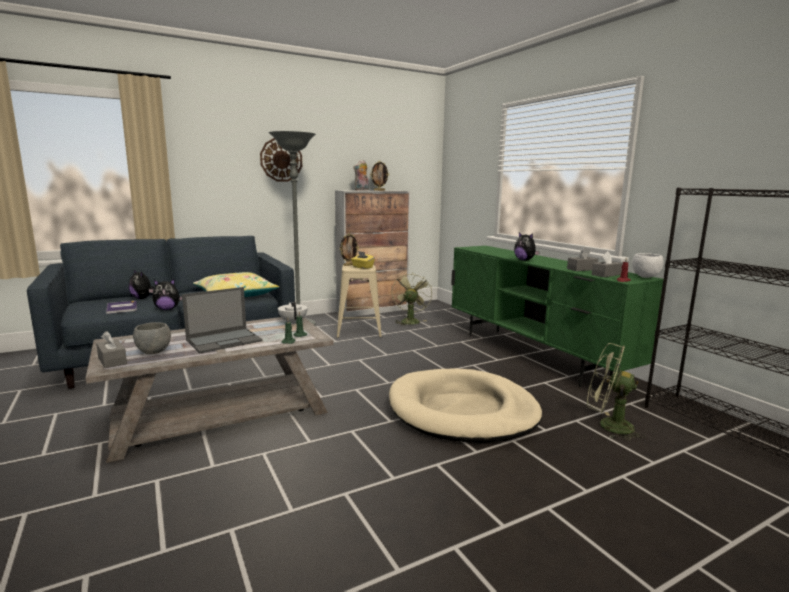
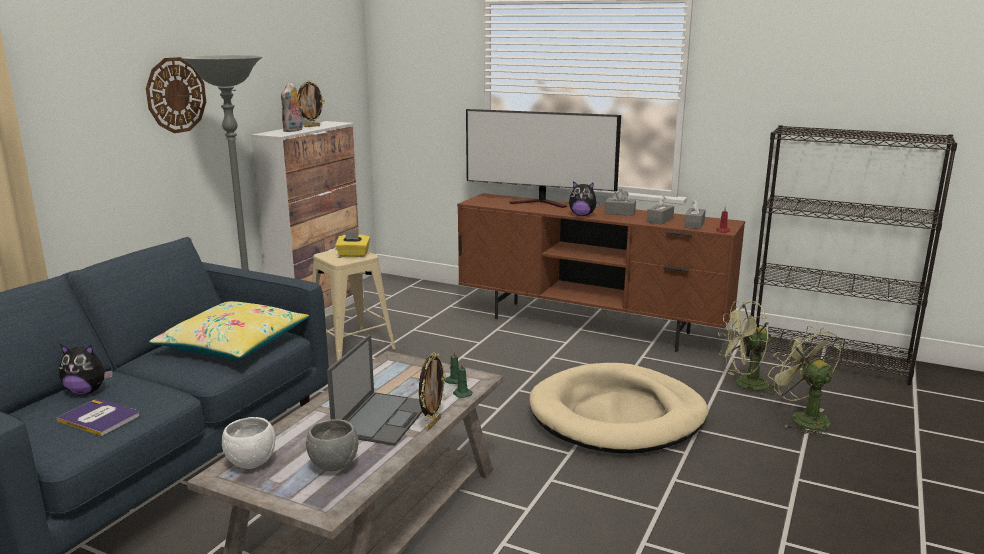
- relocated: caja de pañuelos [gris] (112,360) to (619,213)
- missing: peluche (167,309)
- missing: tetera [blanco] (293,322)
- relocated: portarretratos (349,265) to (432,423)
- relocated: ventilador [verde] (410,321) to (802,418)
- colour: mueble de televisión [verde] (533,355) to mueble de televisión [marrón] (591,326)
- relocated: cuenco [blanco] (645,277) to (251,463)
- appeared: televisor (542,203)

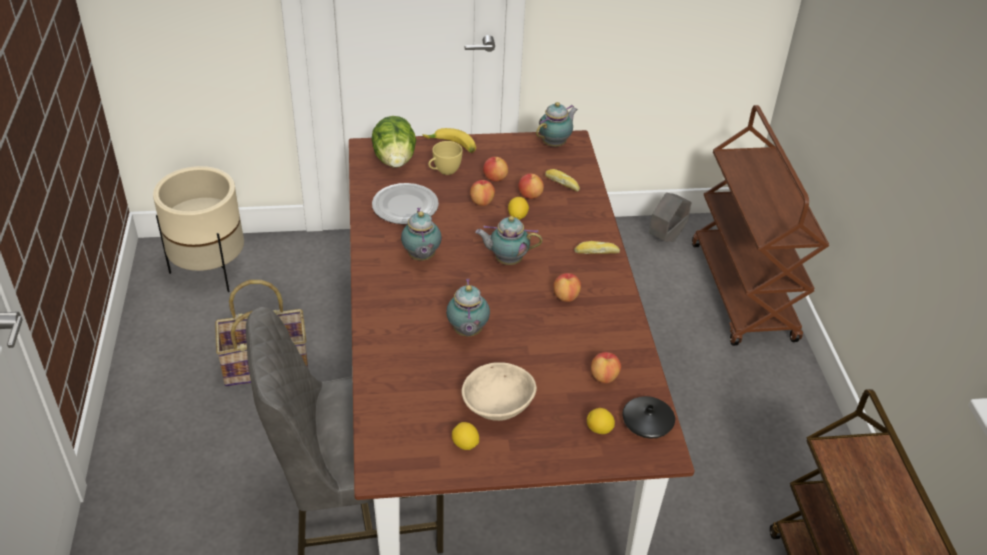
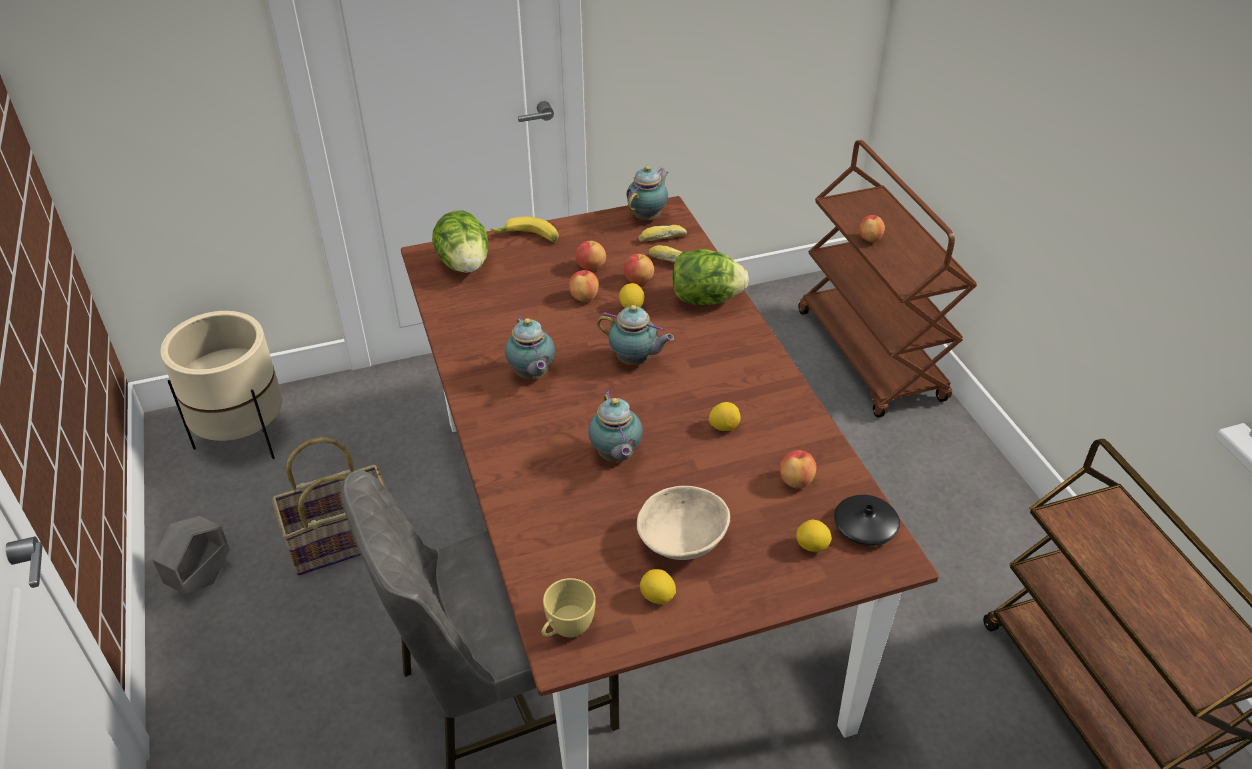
- missing: plato (406,206)
- relocated: taza [amarillo] (444,171) to (566,629)
- spun: tetera (506,260) = (635,361) 150 degrees counterclockwise
- relocated: manzana (566,297) to (869,238)
- relocated: pan (596,252) to (662,238)
- relocated: maceta [gris] (666,237) to (202,578)
- appeared: lechuga (705,299)
- appeared: limón (724,427)

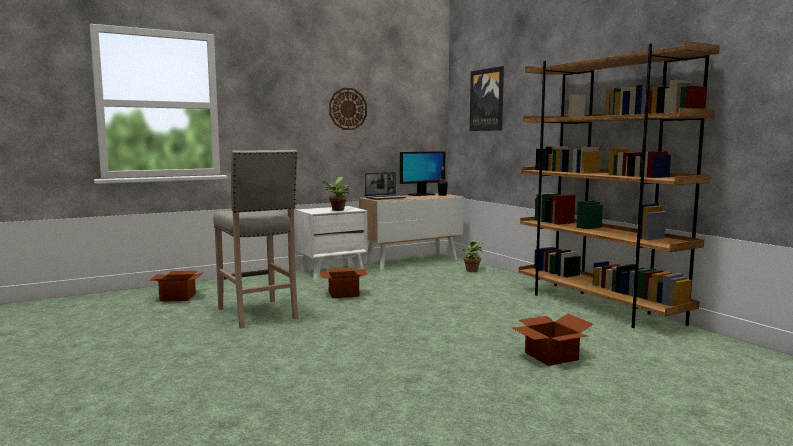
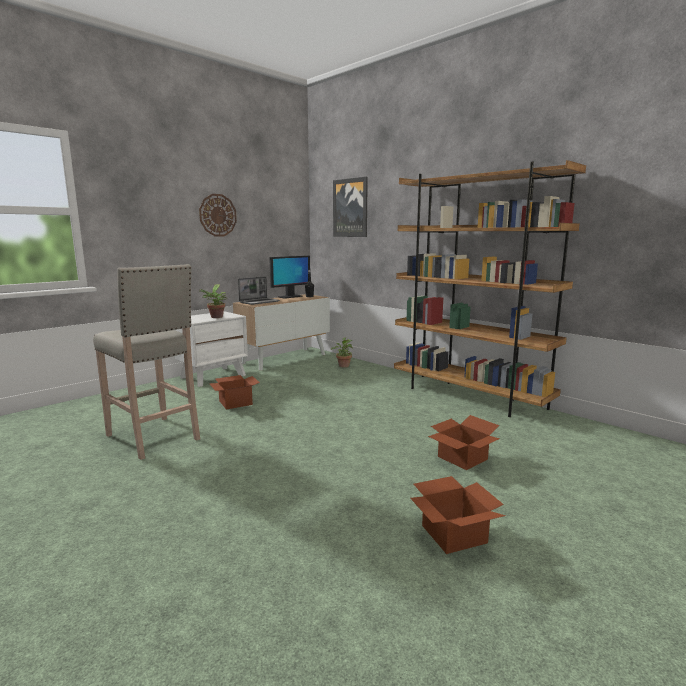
- relocated: caja de cartón (178,297) to (454,533)

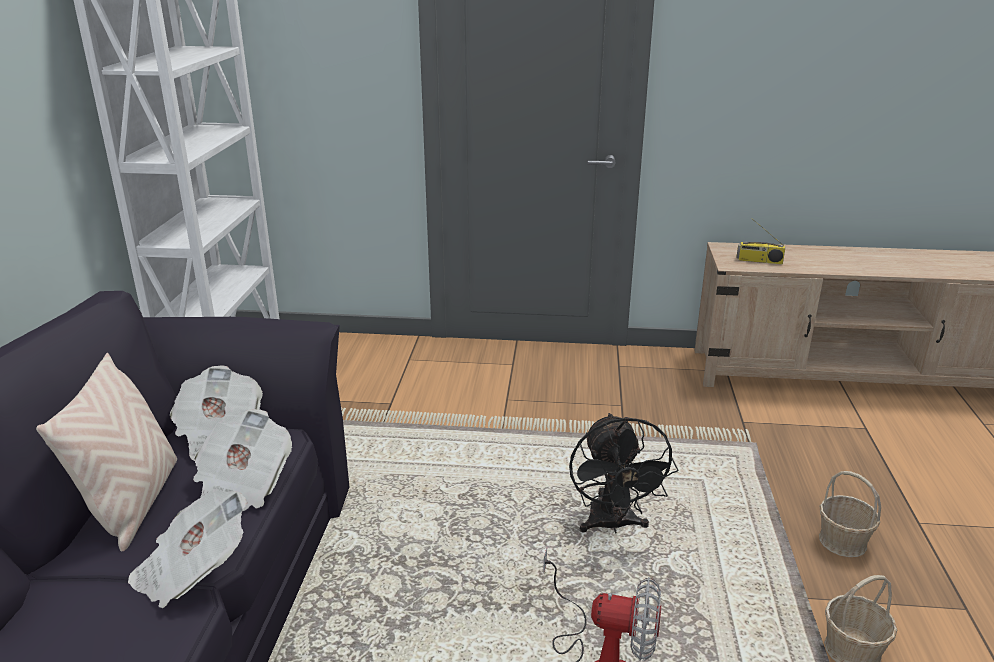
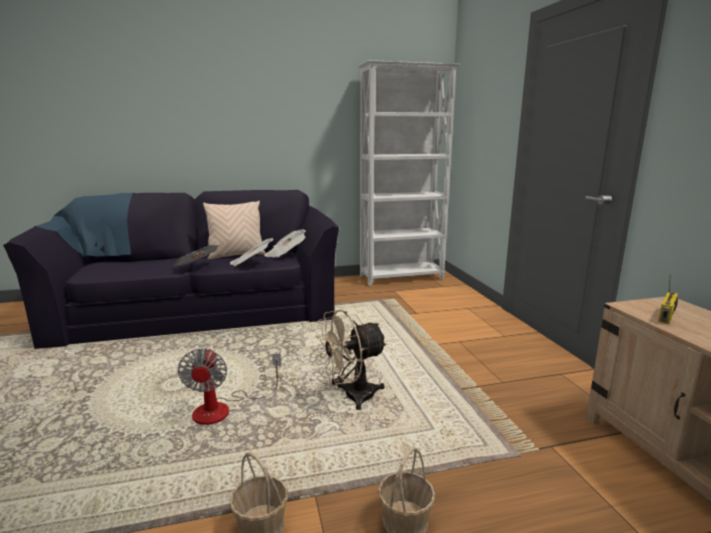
- colour: ventilador [negro] (612,525) to ventilador [beis] (351,397)
- spun: radio (759,261) = (667,316) 135 degrees counterclockwise

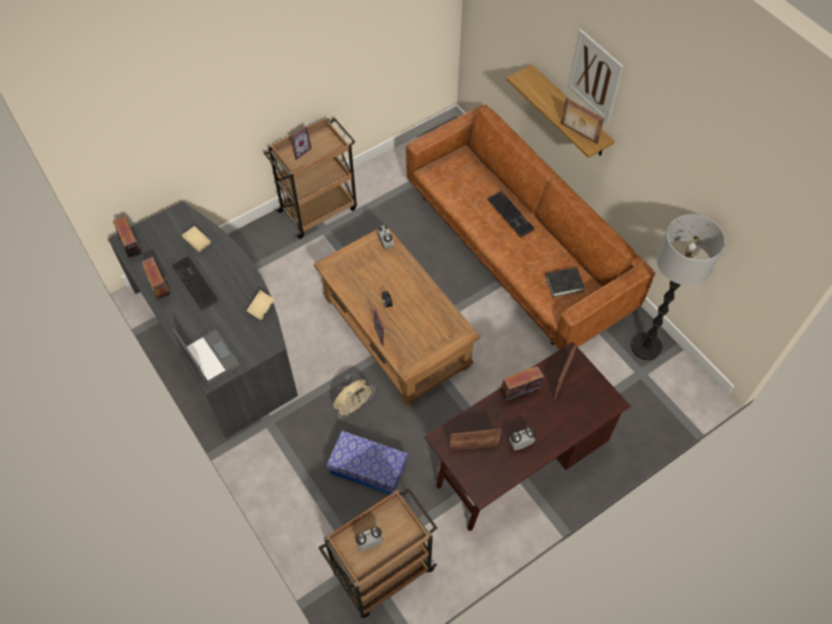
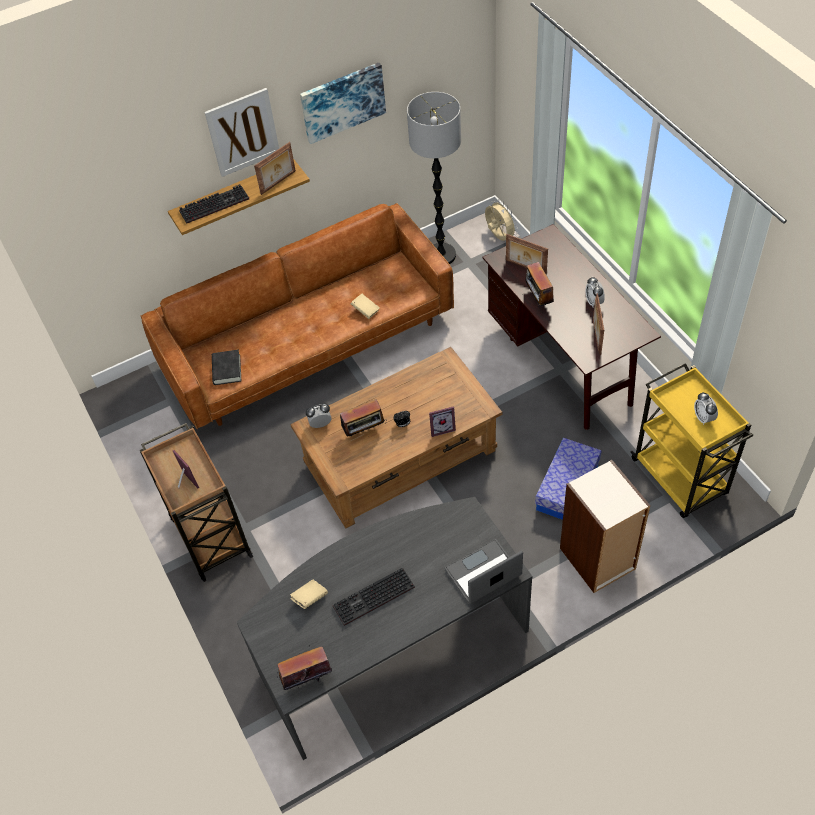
- relocated: radio (160,290) to (364,431)
- relocated: libro [beis] (261,308) to (365,310)
- colour: carrito [marrón] (382,573) to carrito [amarillo] (680,478)
- relocated: ventilador [beis] (354,407) to (499,237)
- relocated: teclado (512,215) to (215,204)
- relocated: libro [negro] (564,284) to (227,370)
- appeared: cuadro (342,101)
- appeared: estantería (597,559)

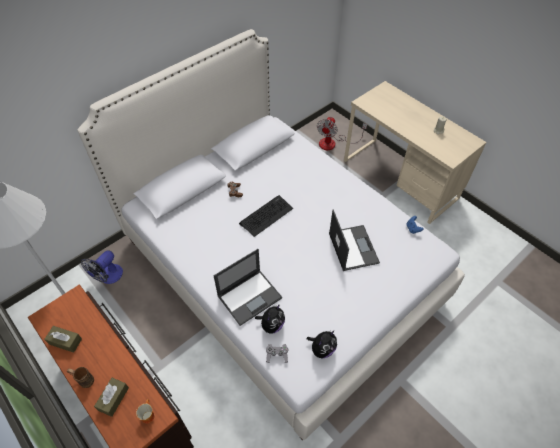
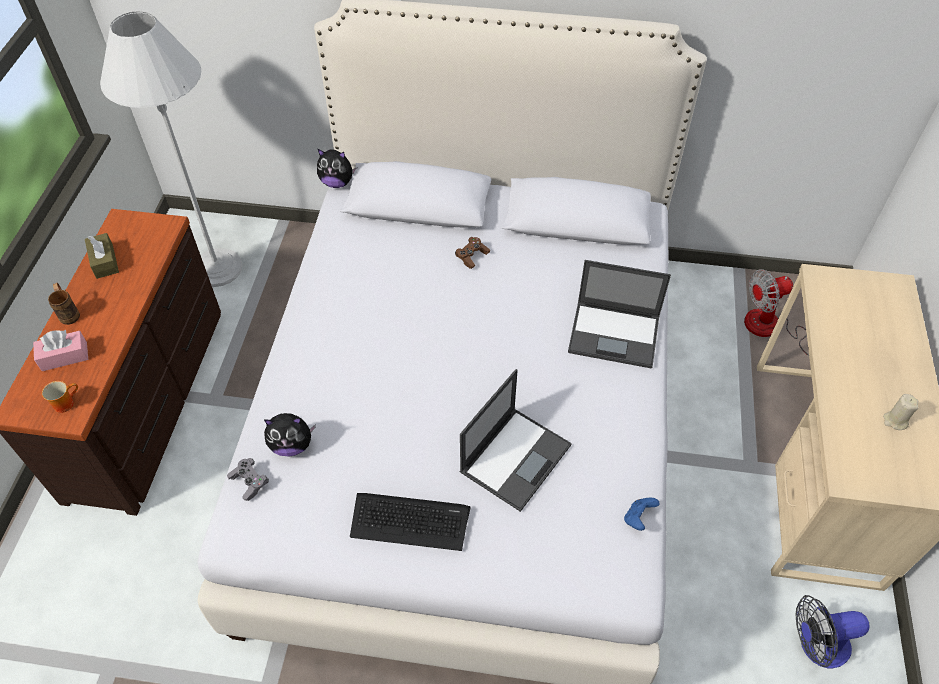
- relocated: ventilador (108,277) to (816,646)
- colour: caja de pañuelos [marrón] (113,399) to caja de pañuelos [rosa] (64,356)
- relocated: portátil (250,296) to (615,334)
- relocated: teclado (266,216) to (409,521)
- relocated: peluche (322,349) to (337,183)

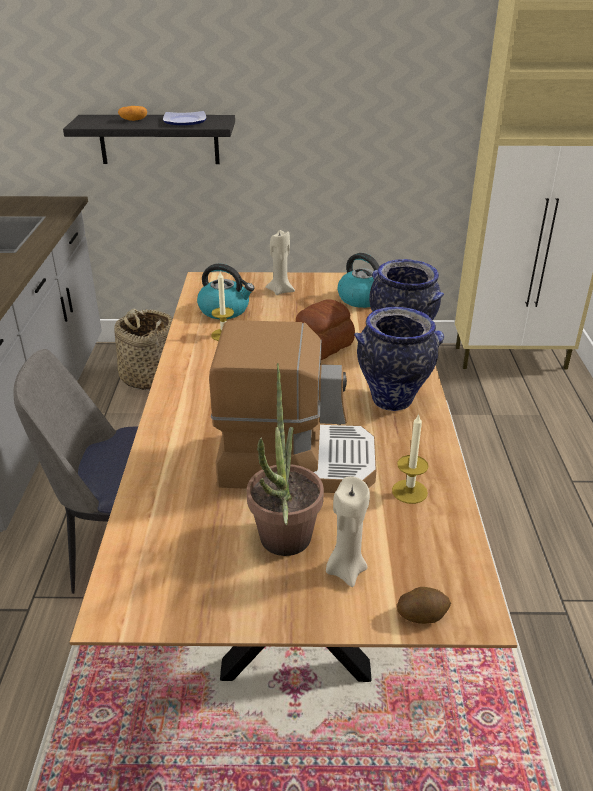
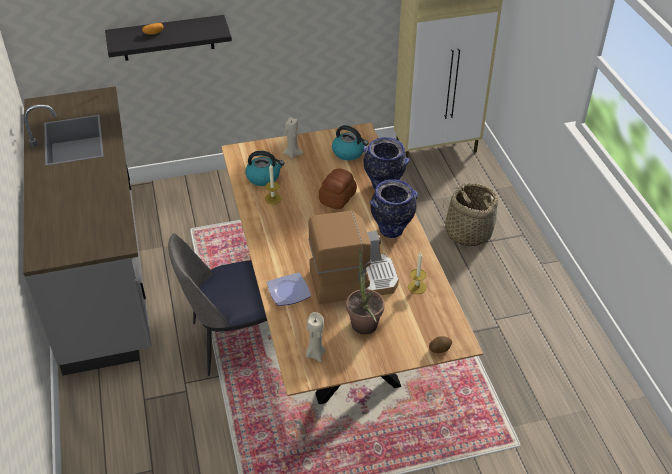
- relocated: cesta (151,376) to (468,232)
- relocated: plato (185,121) to (289,291)
- relocated: vela [beis] (345,570) to (315,353)

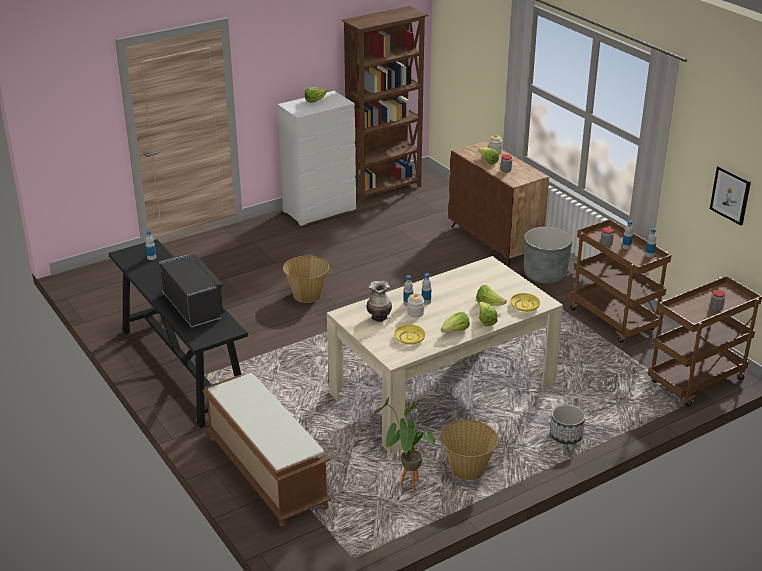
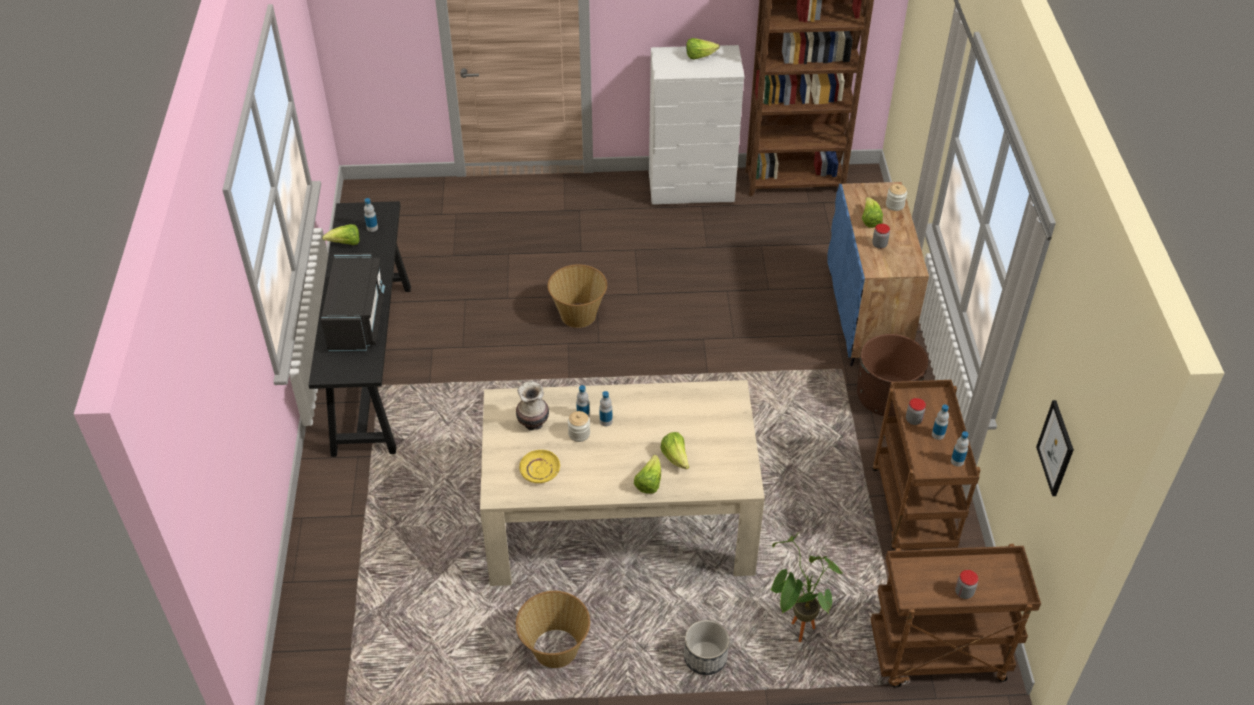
- missing: banco [marrón] (265,472)
- relocated: planta en maceta (406,487) to (795,631)
- relocated: lechuga (455,331) to (345,243)
- colour: armario [marrón] (495,241) to armario [azul] (866,317)
- missing: plato [amarillo] (524,306)
- colour: maceta [gris] (545,274) to maceta [marrón] (886,397)

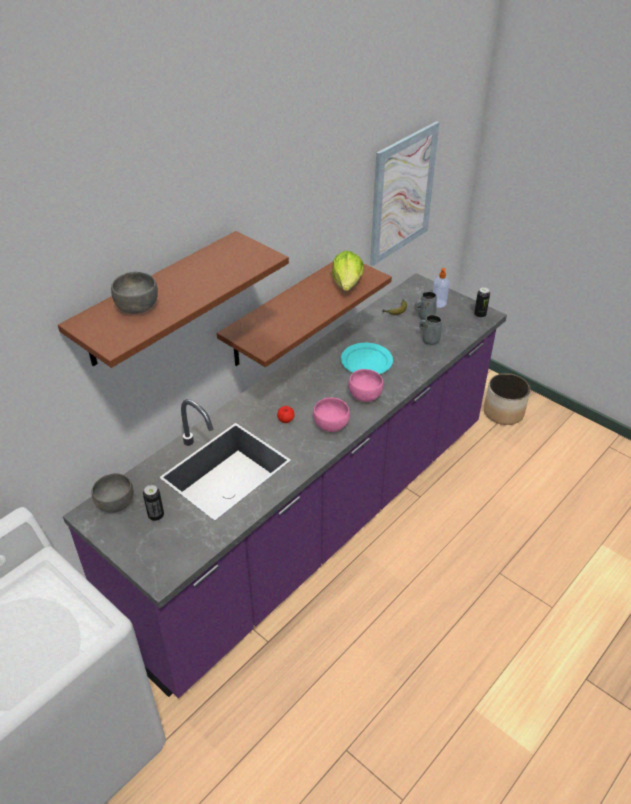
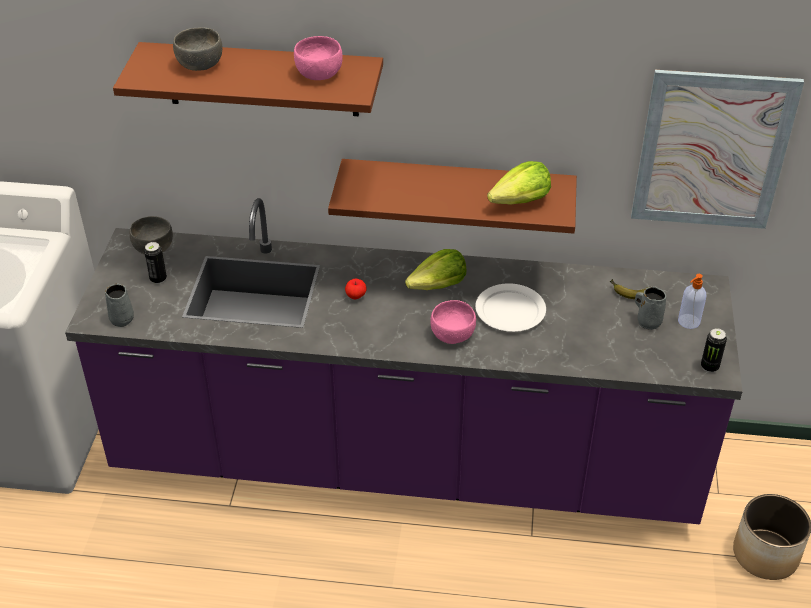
- relocated: cuenco [rosa] (331,425) to (319,74)
- colour: plato [turquesa] (366,362) to plato [blanco] (510,311)
- relocated: taza grande [gris] (429,340) to (122,318)
- appeared: lechuga (438,286)

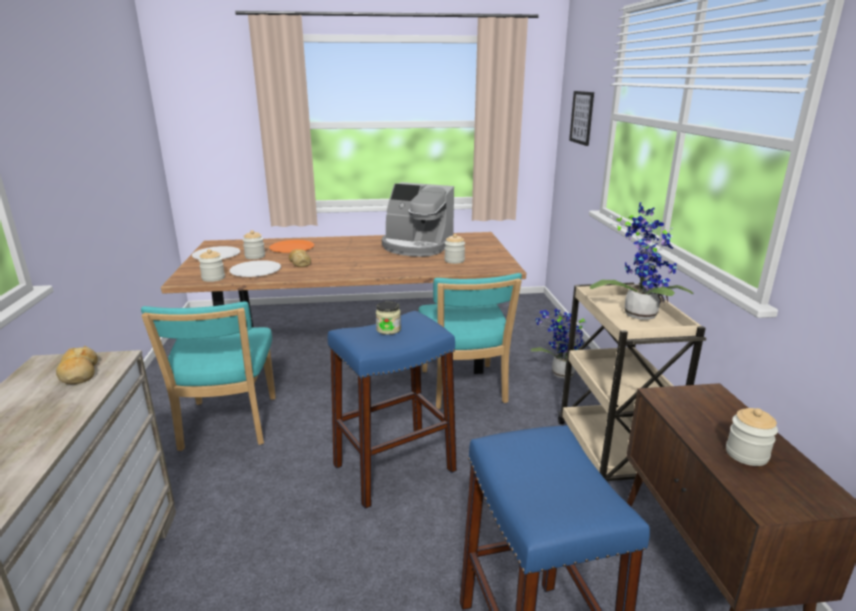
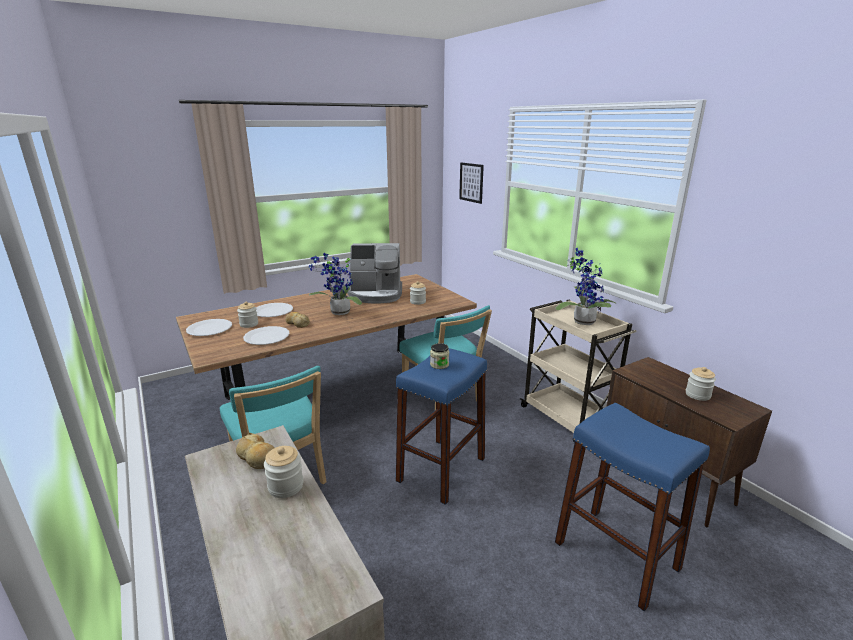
- relocated: tarro (213,278) to (286,486)
- colour: plato [naranja] (292,248) to plato [blanco] (273,311)
- relocated: planta en maceta (560,374) to (338,313)

